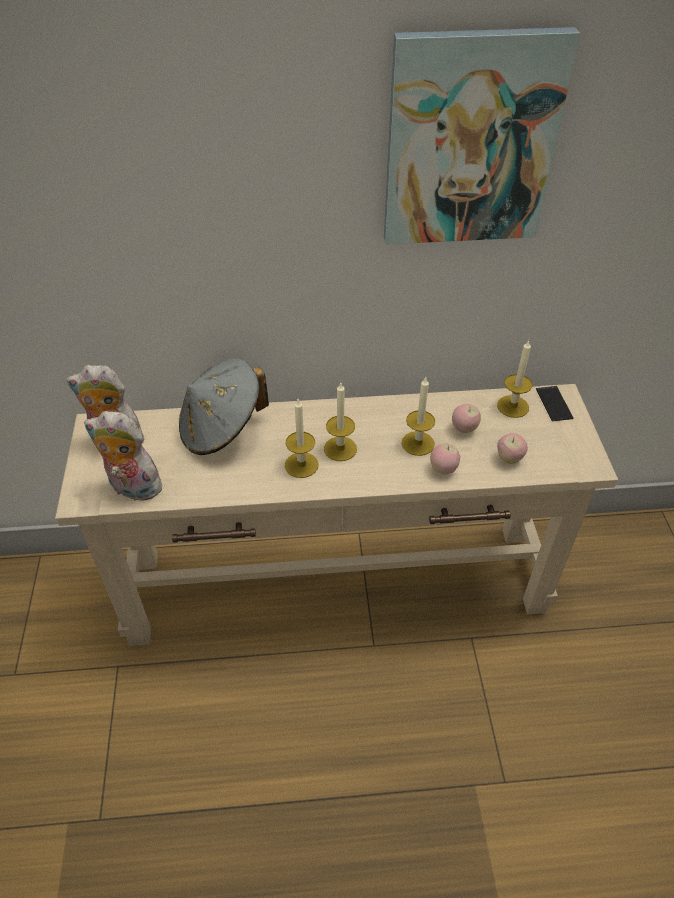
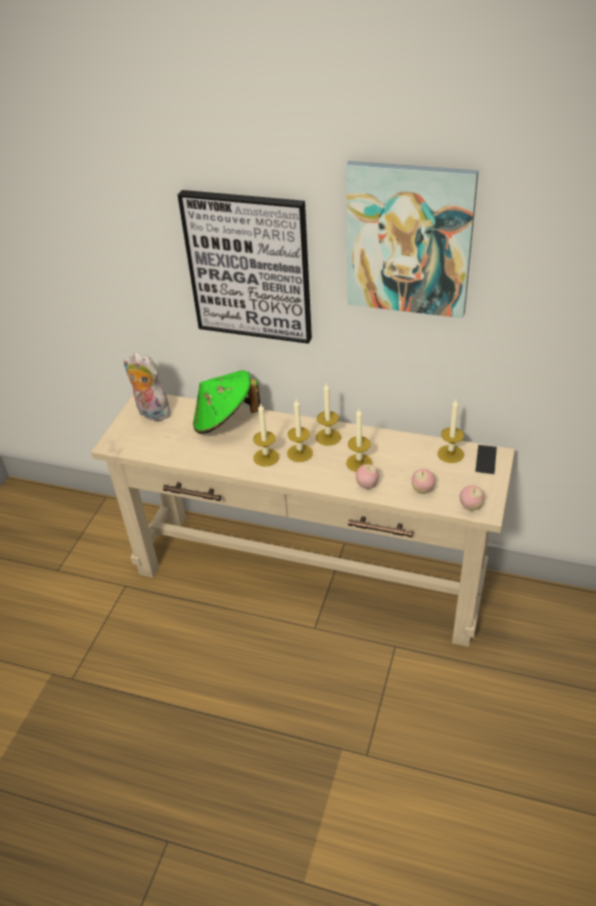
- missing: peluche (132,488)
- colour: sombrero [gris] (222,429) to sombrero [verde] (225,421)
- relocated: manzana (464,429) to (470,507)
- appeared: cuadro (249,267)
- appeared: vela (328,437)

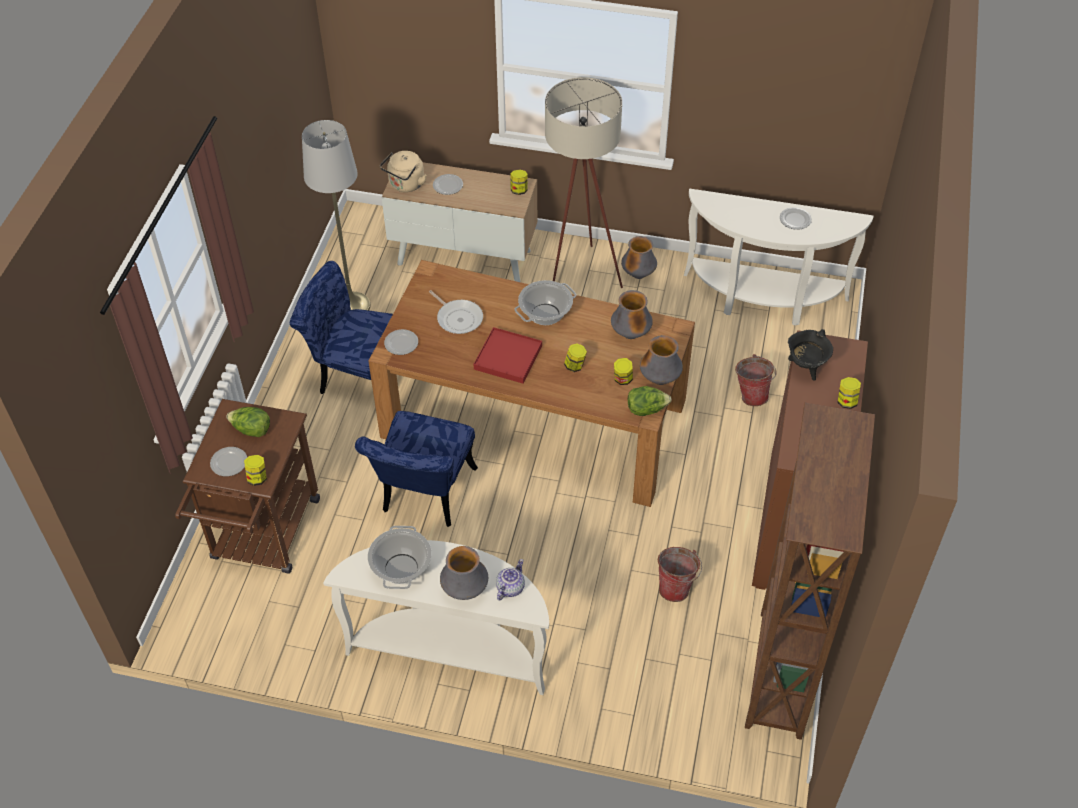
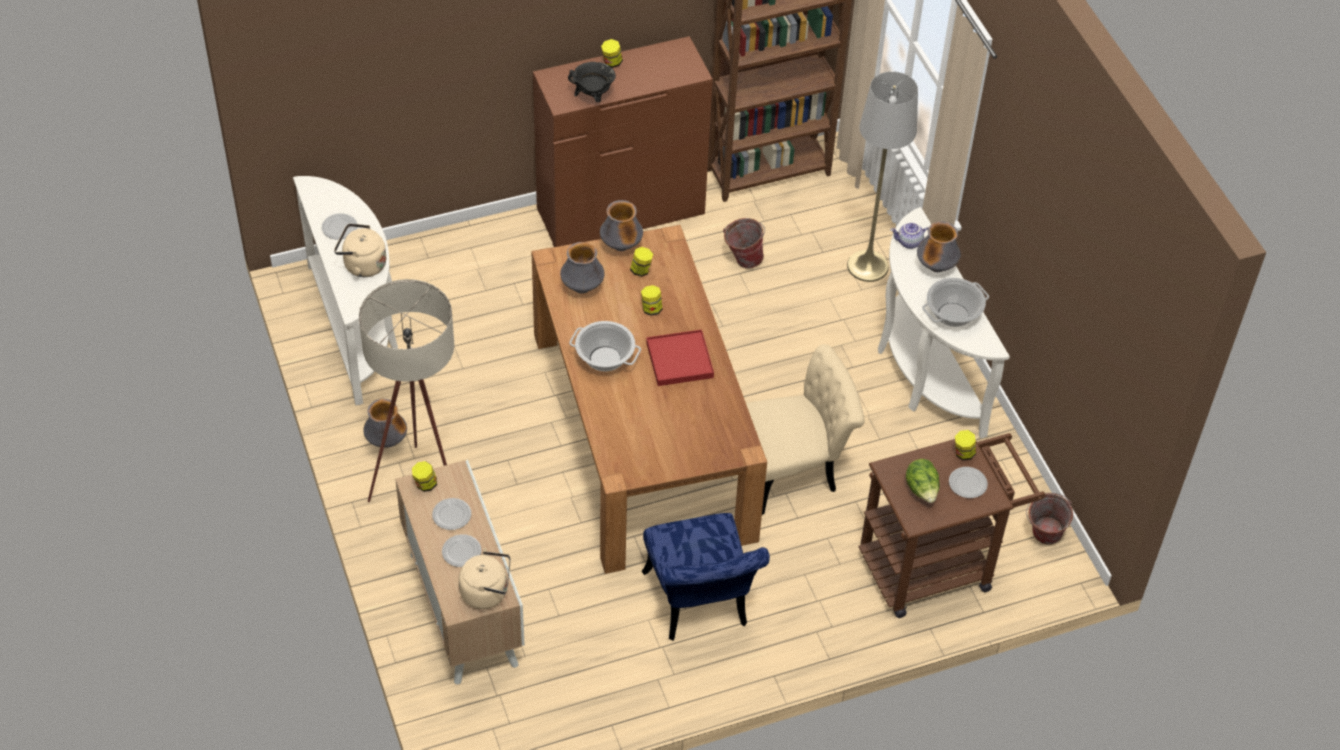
- relocated: lámpara de pie [gris] (351,306) to (867,266)
- colour: silla [azul] (424,496) to silla [beis] (794,470)
- relocated: plato (401,343) to (451,516)
- missing: sartén (458,318)
- missing: lechuga (646,409)
- relocated: cubo (751,394) to (1042,537)
- appeared: hervidor [beis] (362,265)

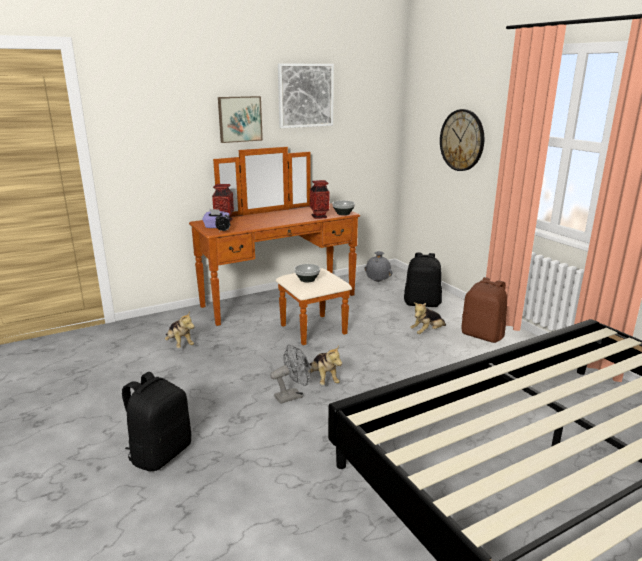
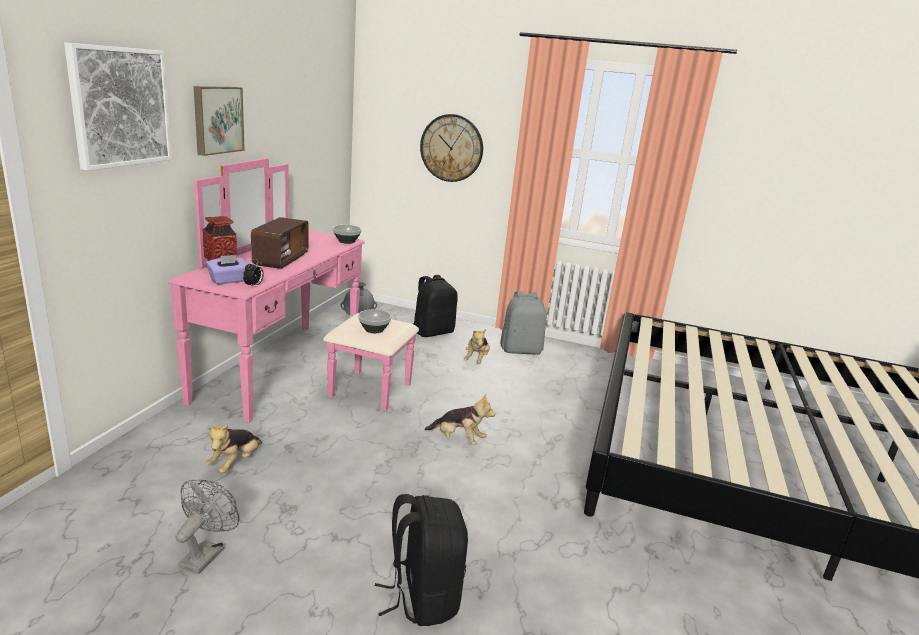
- spun: peluche (179,344) = (235,463) 105 degrees clockwise
- colour: cómoda [marrón] (287,306) to cómoda [rosa] (301,372)
- relocated: ventilador [gris] (292,395) to (206,553)
- relocated: cuadro (305,95) to (120,107)
- missing: florero (319,217)
- colour: mochila [marrón] (482,335) to mochila [gris] (521,350)
- appeared: radio (281,259)

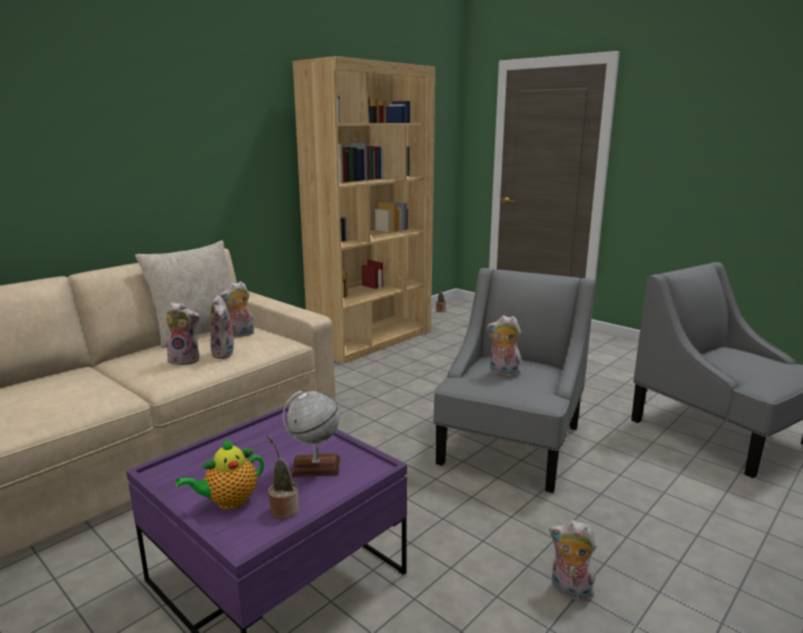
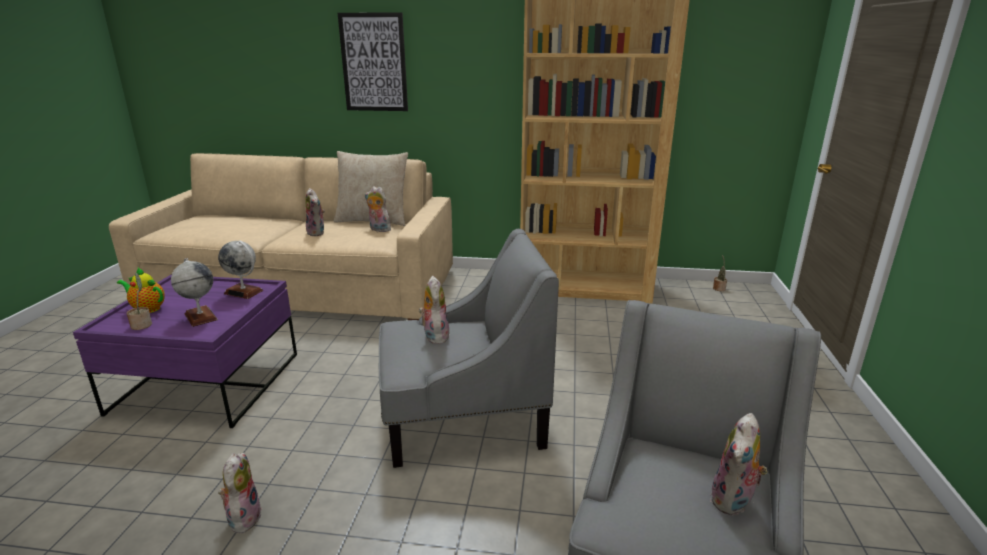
- relocated: peluche (225,353) to (733,501)
- appeared: globo terráqueo (244,292)
- appeared: cuadro (374,63)

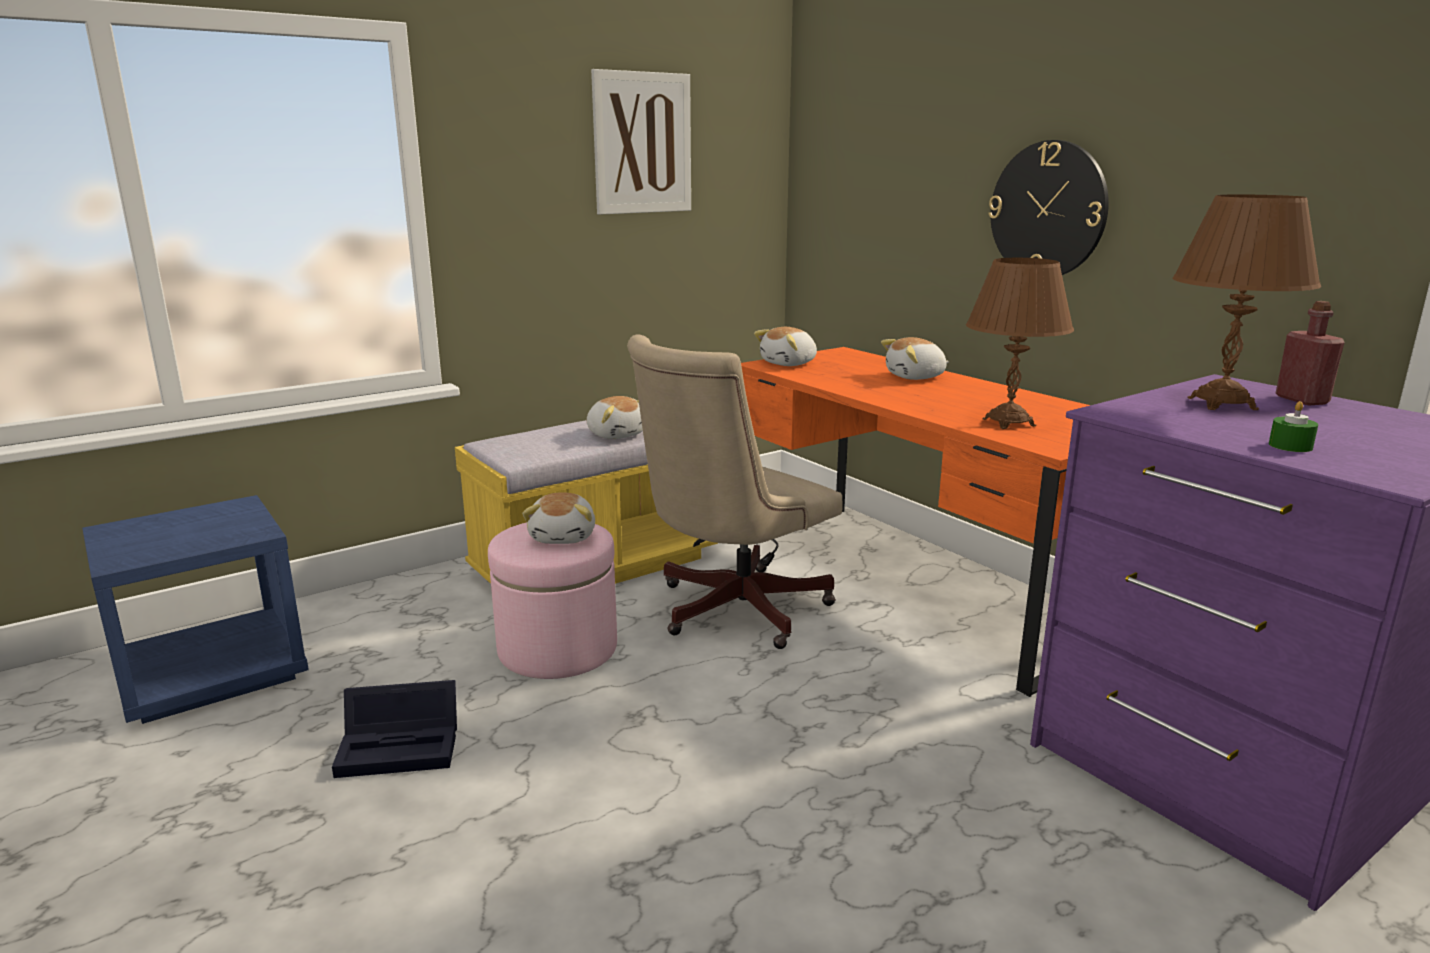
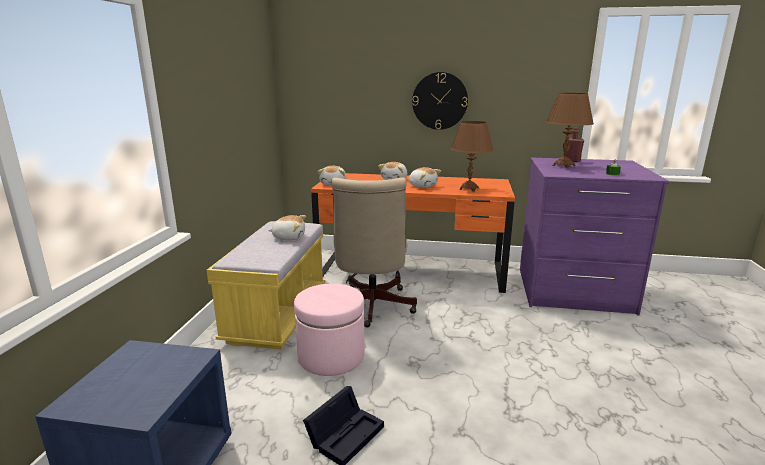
- relocated: peluche (564,537) to (422,186)
- missing: cuadro (642,143)

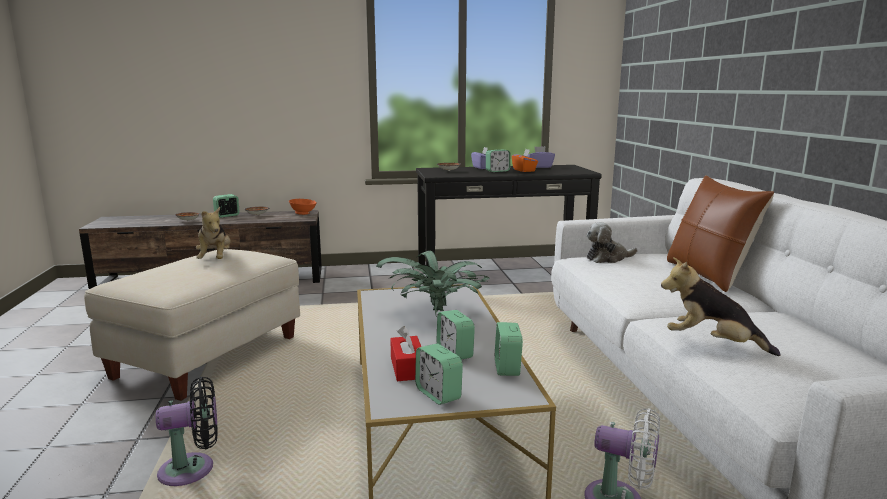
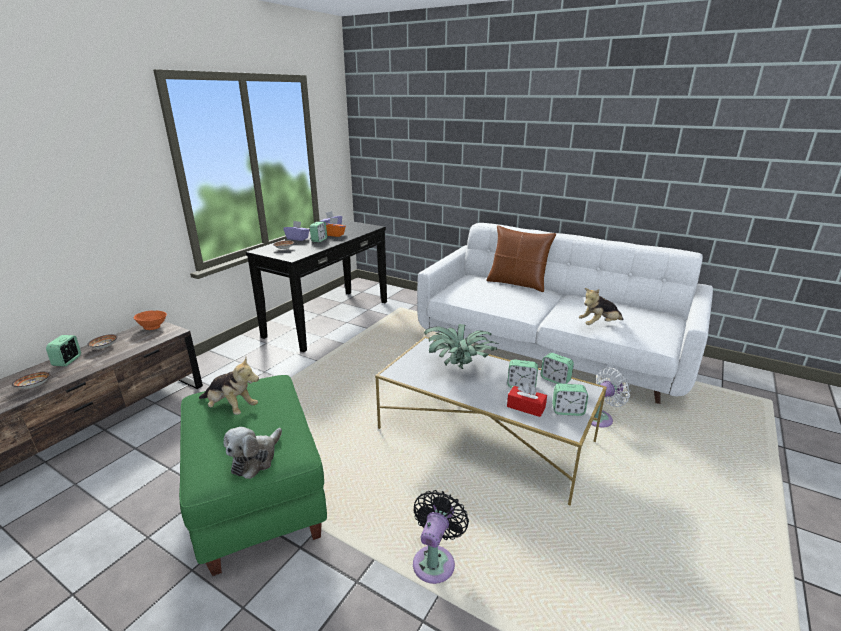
- colour: puf [beis] (207,356) to puf [verde] (256,497)
- relocated: peluche (608,258) to (256,459)

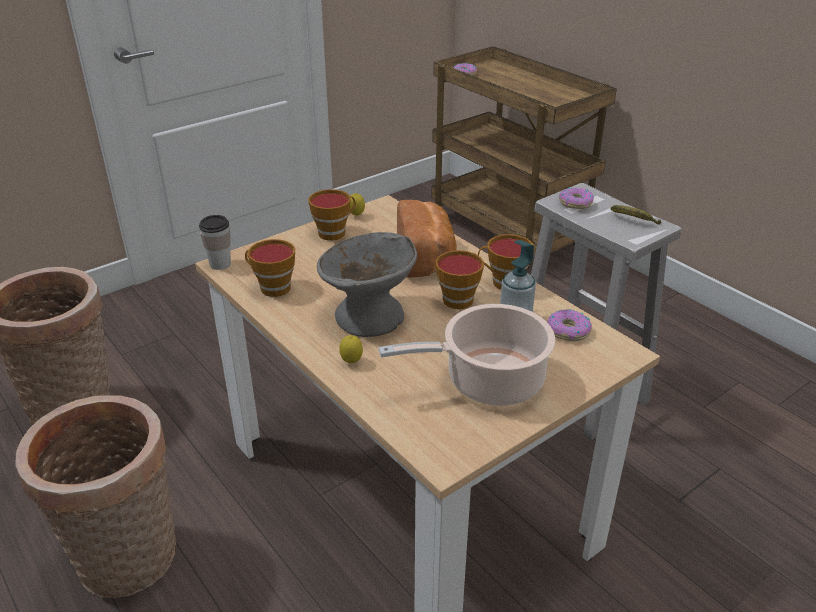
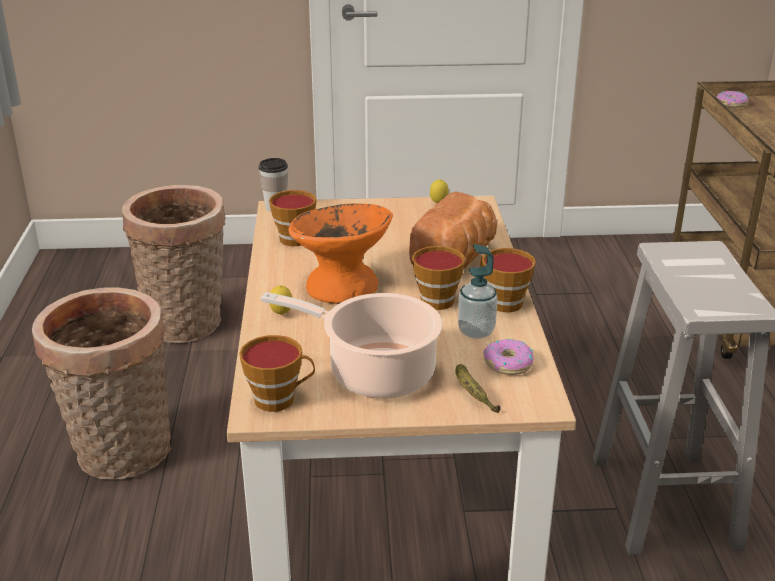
- relocated: taza (334,232) to (279,399)
- colour: cuenco [gris] (370,316) to cuenco [naranja] (342,286)
- missing: rosquilla (575,203)
- relocated: plátano (633,220) to (472,395)

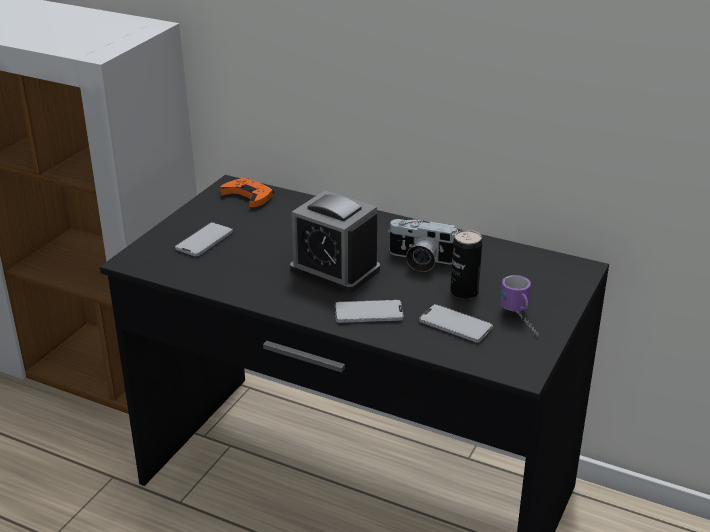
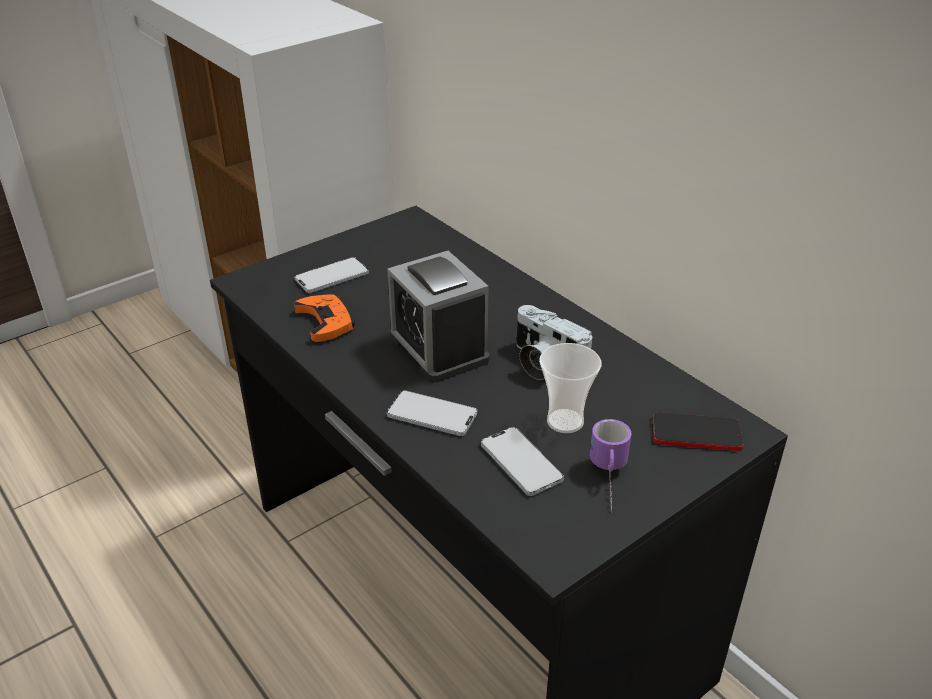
- relocated: mando de consola [naranja] (248,196) to (325,322)
- exchanged: lata (464,292) to taza (565,421)
- appeared: móvil (696,433)

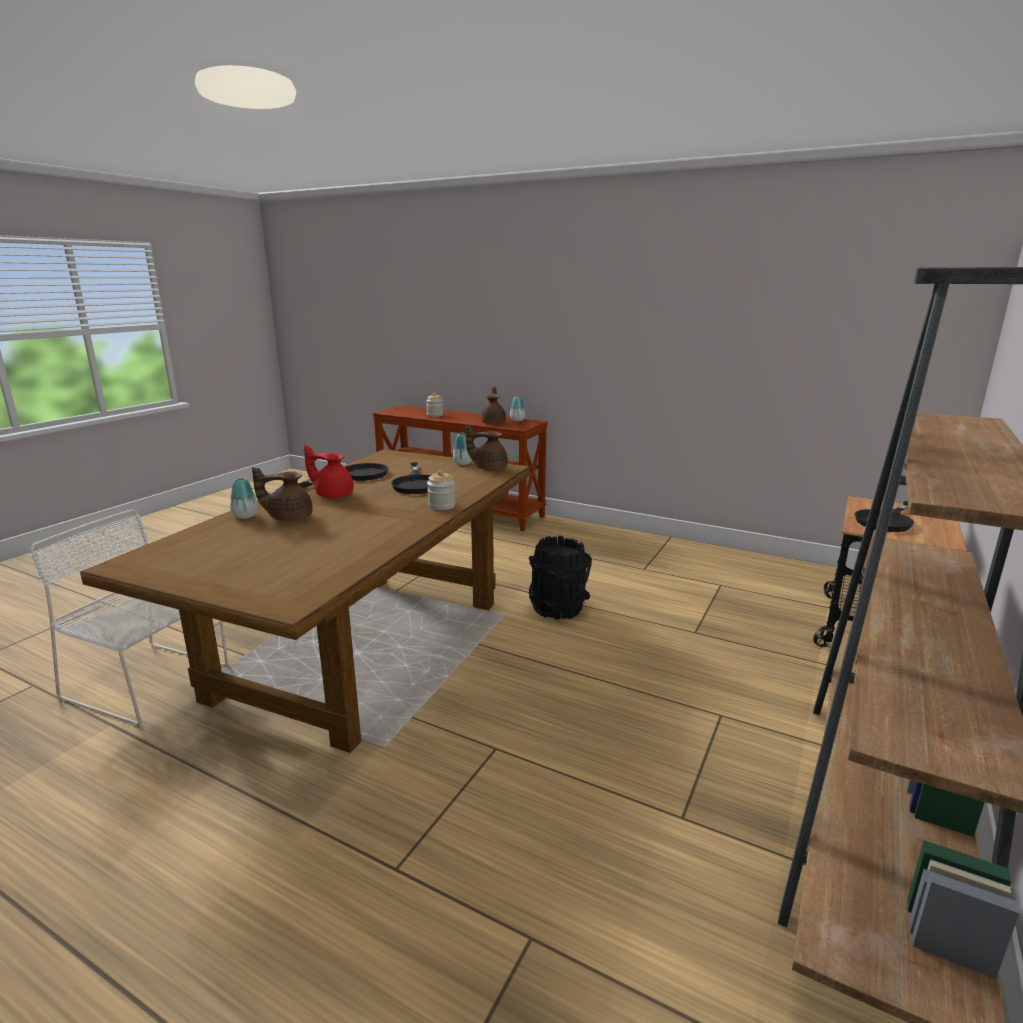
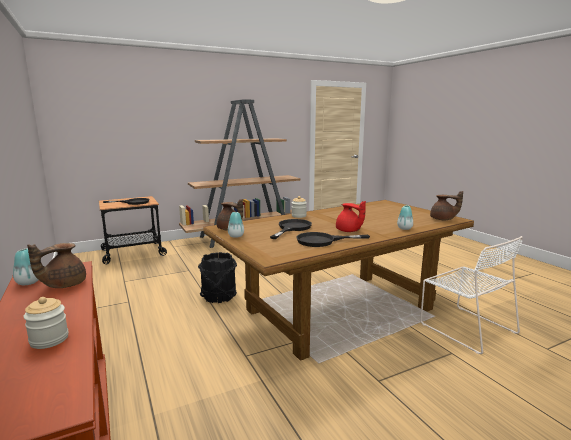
- relocated: tetera [marrón] (289,518) to (443,219)

